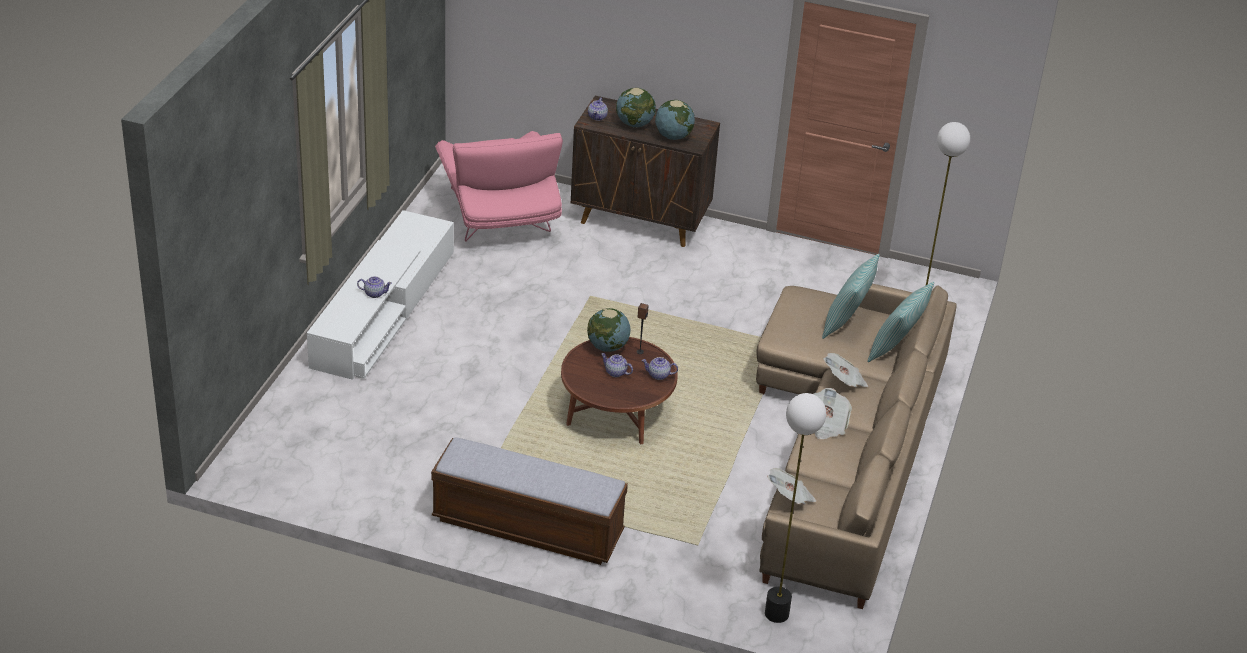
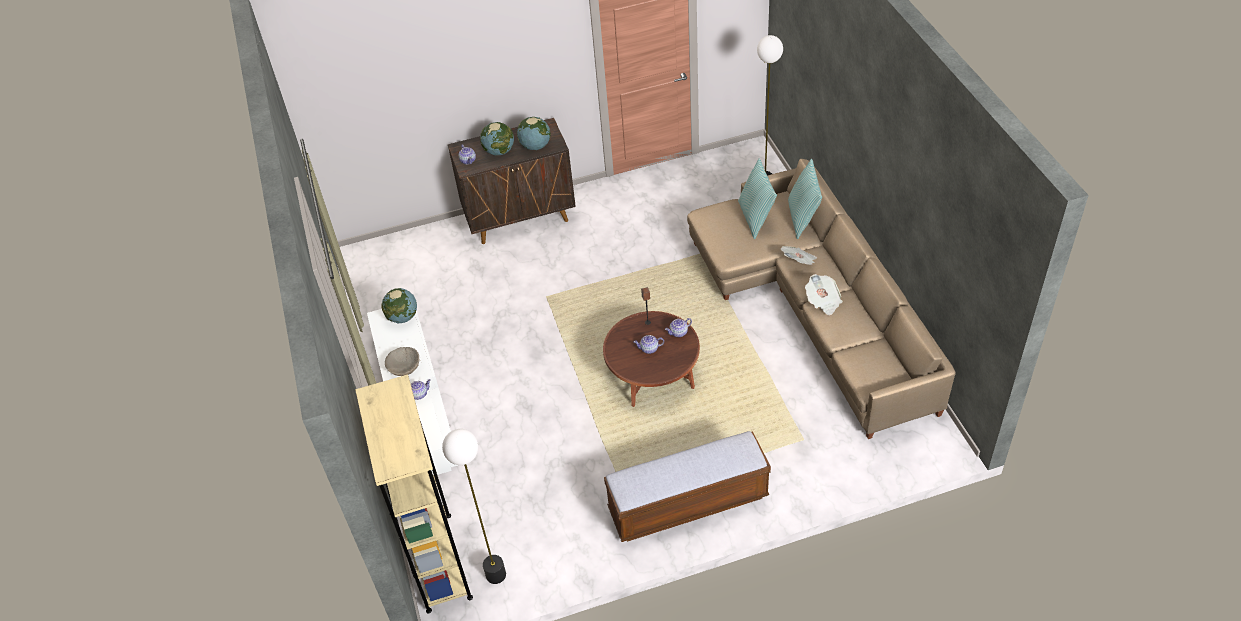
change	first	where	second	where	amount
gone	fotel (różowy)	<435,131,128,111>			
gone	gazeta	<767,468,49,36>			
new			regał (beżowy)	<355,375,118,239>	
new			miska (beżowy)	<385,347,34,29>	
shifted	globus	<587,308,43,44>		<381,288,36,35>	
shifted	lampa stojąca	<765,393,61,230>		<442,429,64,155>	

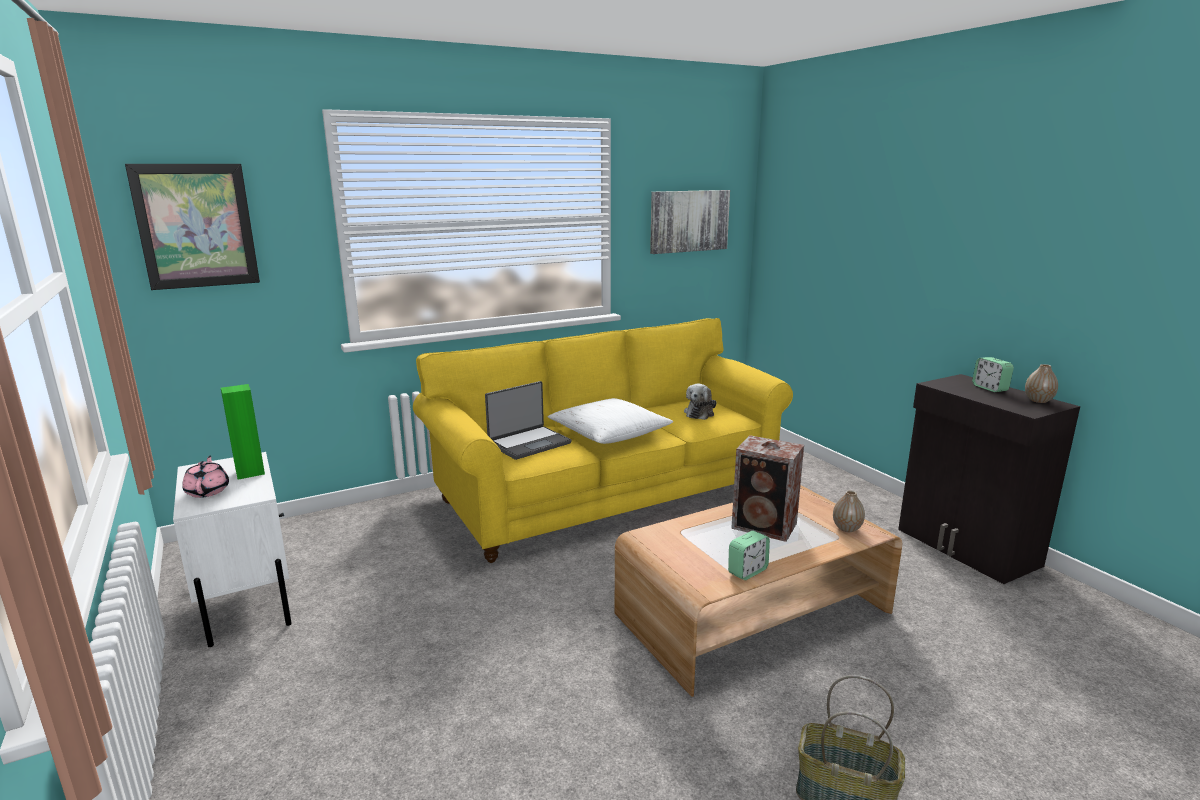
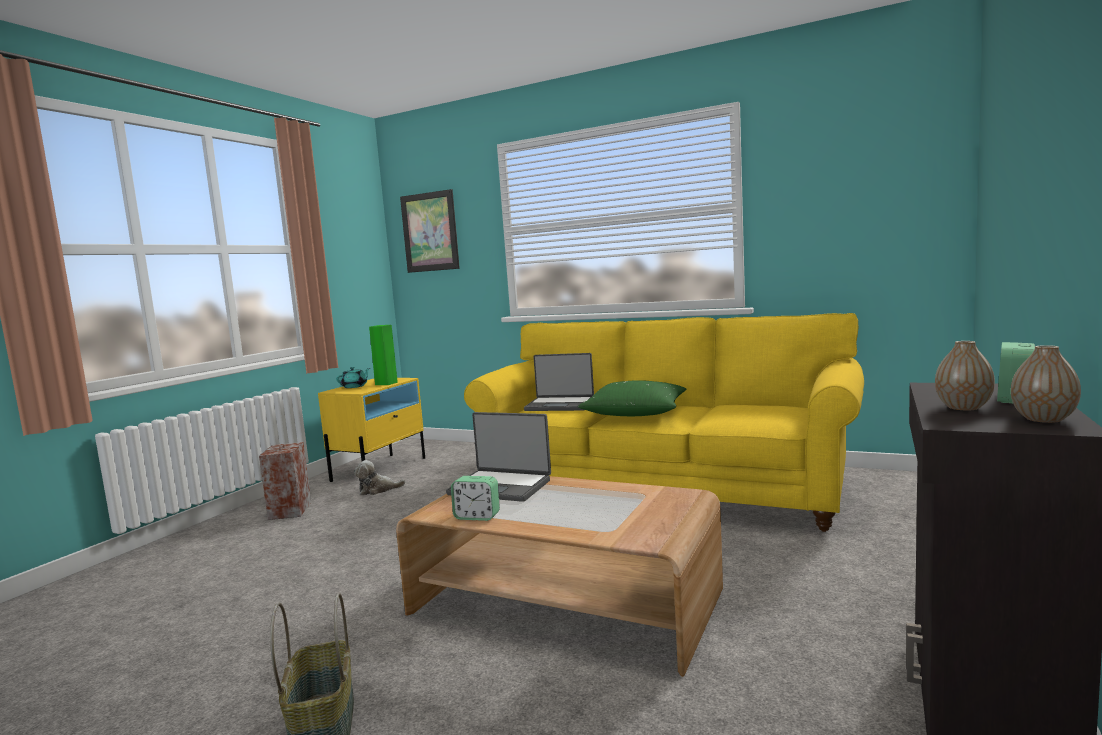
change	first	where	second	where	amount
gone	obraz	<650,190,80,64>			
new			laptop	<446,412,105,90>	
shifted	pluszak	<684,384,33,36>		<354,460,51,35>	
shifted	głośnik	<731,435,73,107>		<259,442,52,78>	
shifted	wazon	<833,491,32,41>		<935,341,60,69>	
repainted	szafka nocna (biały)	<173,452,119,195>	szafka nocna (żółty)	<318,378,107,104>	
repainted	imbryk (różowy)	<182,456,47,42>	imbryk (turkusowy)	<336,367,34,21>	
repainted	poduszka (biały)	<548,398,125,46>	poduszka (zielony)	<578,380,108,36>	

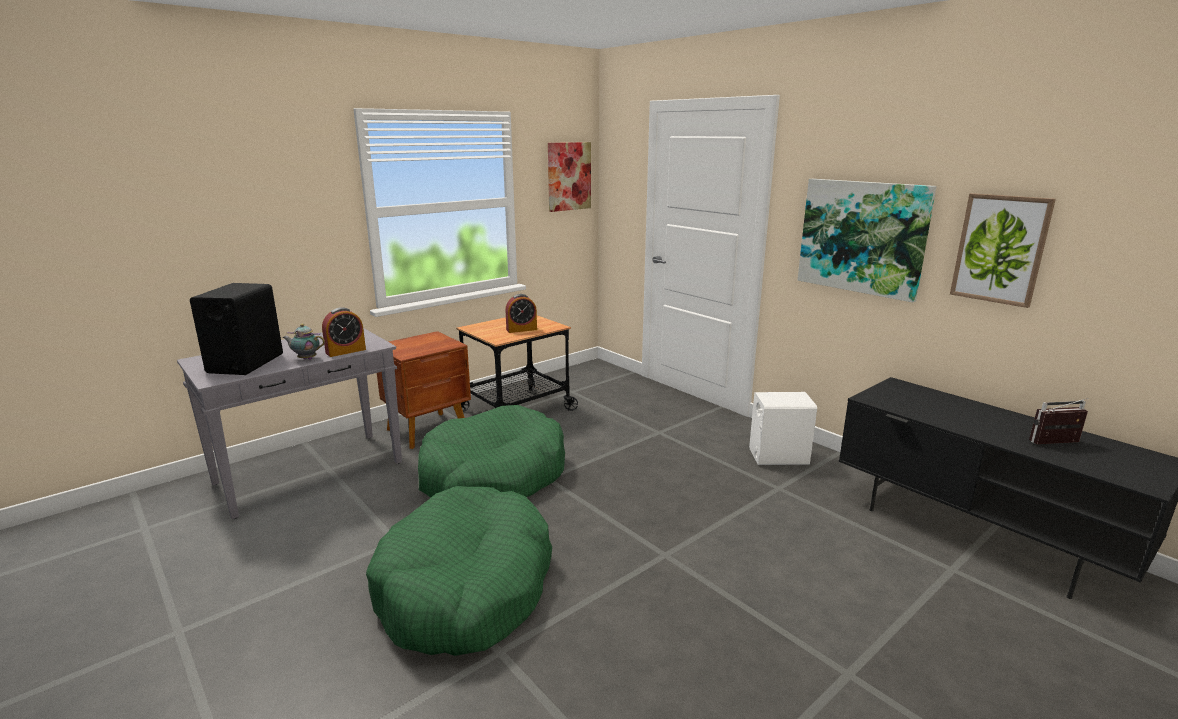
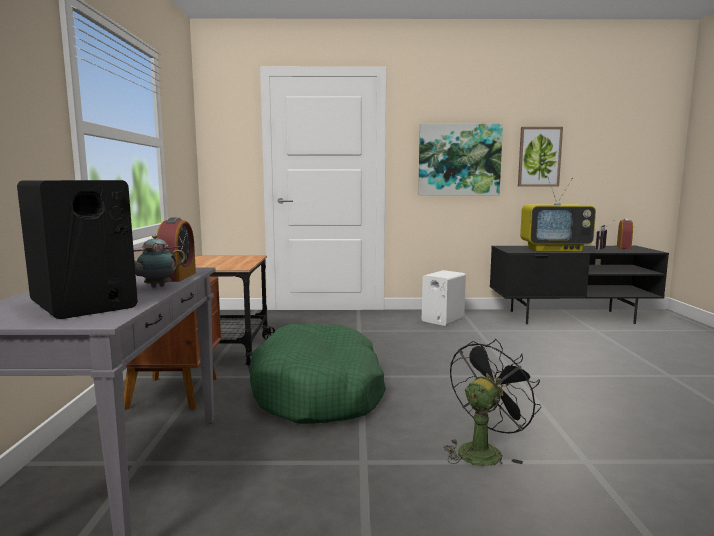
change	first	where	second	where	amount
gone	obraz	<548,142,43,70>			
new			telewizor	<520,177,76,75>	
shifted	budzik	<505,294,32,39>		<617,219,16,30>	
swapped	legowisko (zielony)	<366,486,186,170>	wentylator (czarny)	<443,339,98,127>	

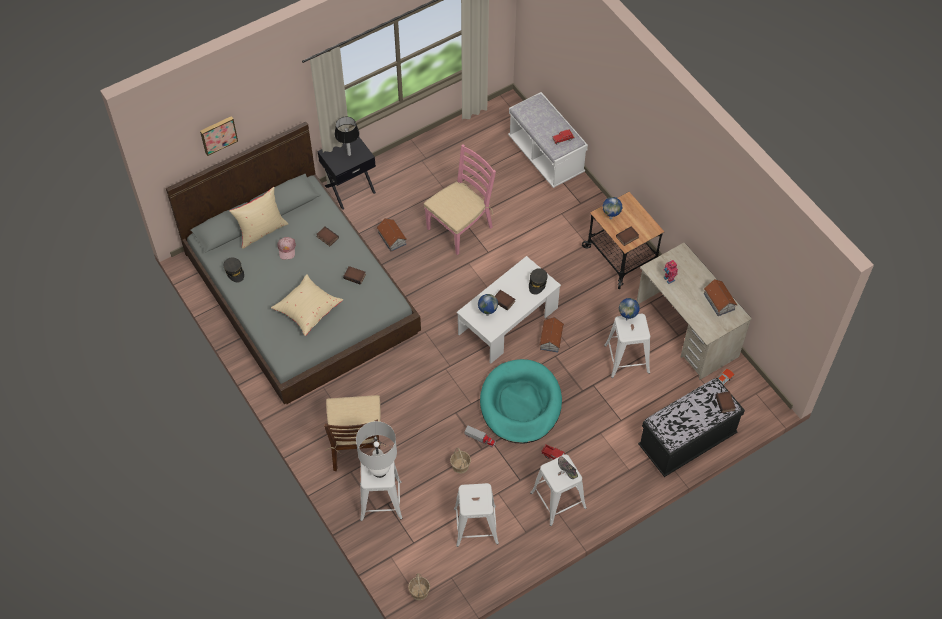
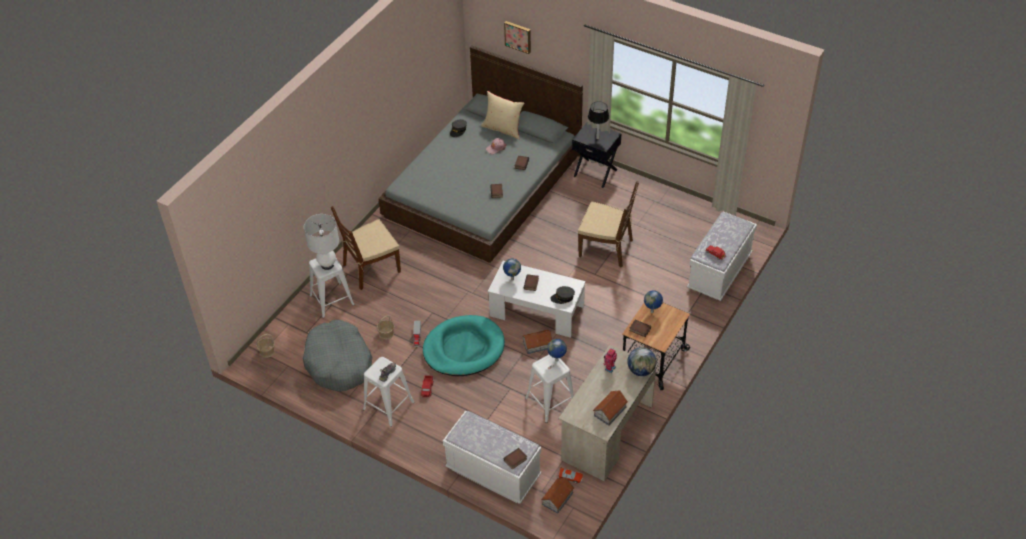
change	first	where	second	where	amount
gone	poduszka (beżowy)	<271,274,72,62>			
new			globus	<627,347,30,29>	
shifted	domek	<377,218,30,34>		<541,478,33,36>	
swapped	stołek (biały)	<454,483,45,64>	legowisko (szary)	<303,320,69,72>	
repainted	krzesło (różowy)	<424,144,72,111>	krzesło (brązowy)	<578,181,61,86>	
repainted	ławka (czarny)	<638,378,107,99>	ławka (biały)	<443,411,98,93>	

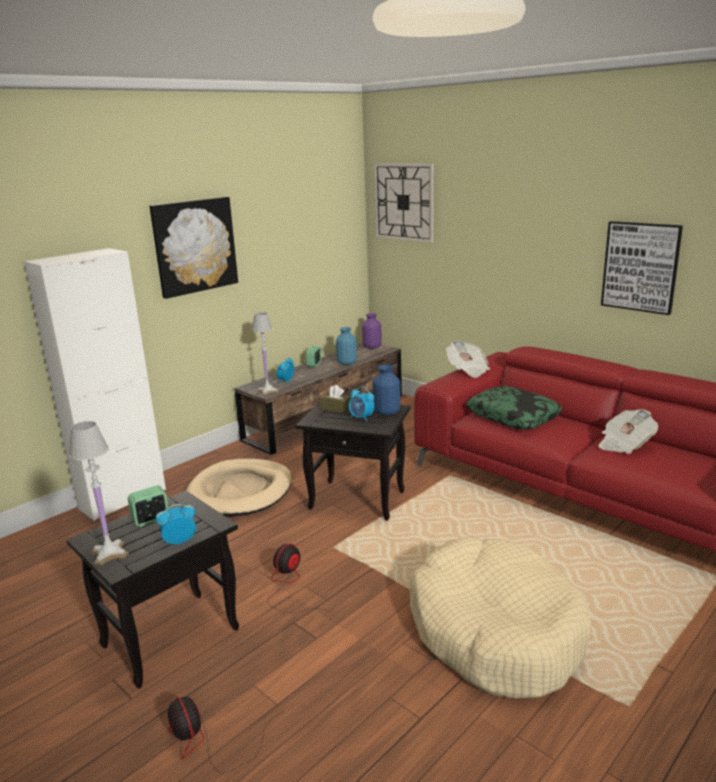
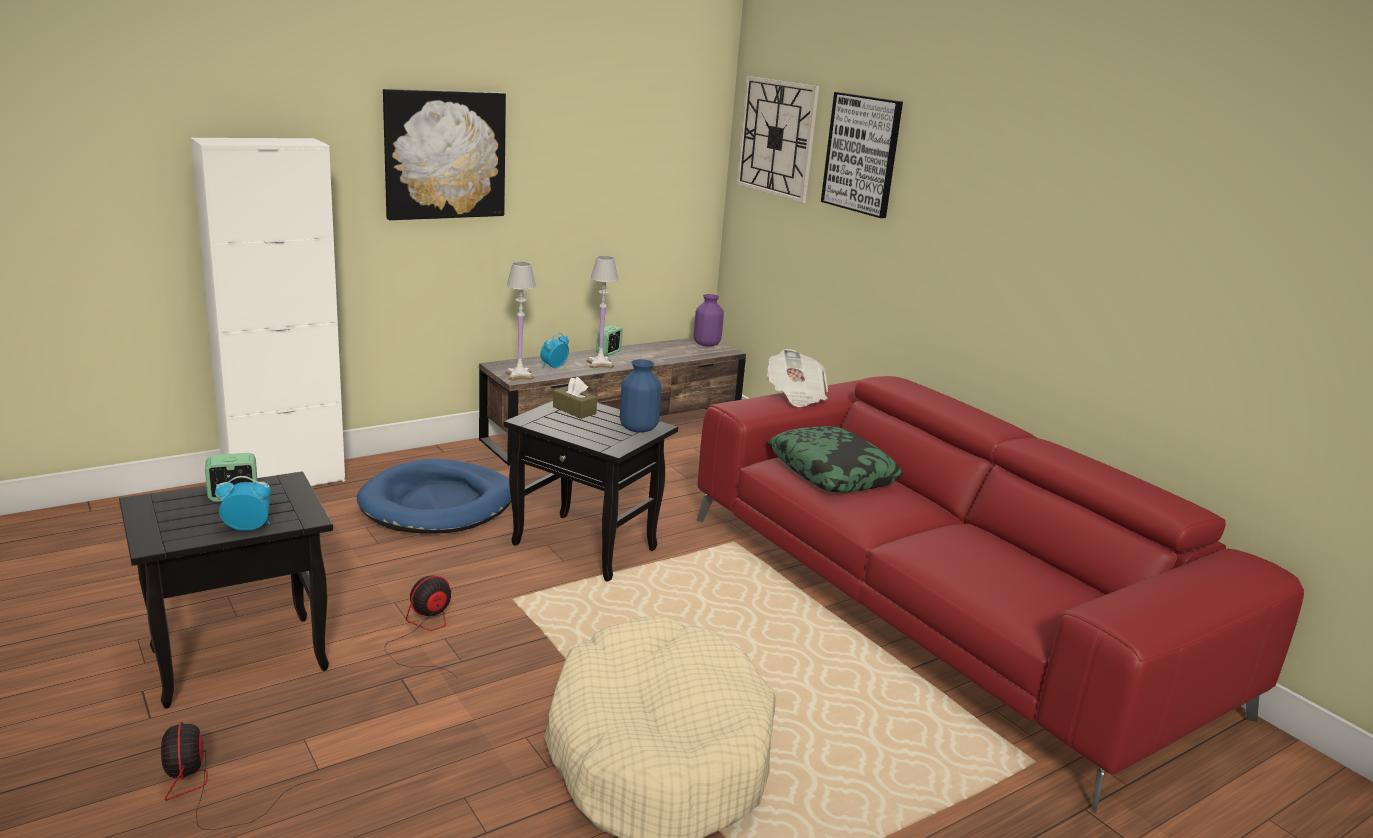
change	first	where	second	where	amount
gone	wazon (niebieski)	<336,327,21,38>			
gone	budzik	<349,386,26,36>			
gone	gazeta	<598,409,60,45>			
shifted	lampa stołowa (biały)	<69,421,60,145>		<586,256,33,113>	
shifted	obraz	<601,221,82,94>		<821,92,82,126>	
repainted	legowisko (beżowy)	<186,459,105,58>	legowisko (niebieski)	<357,459,154,75>	

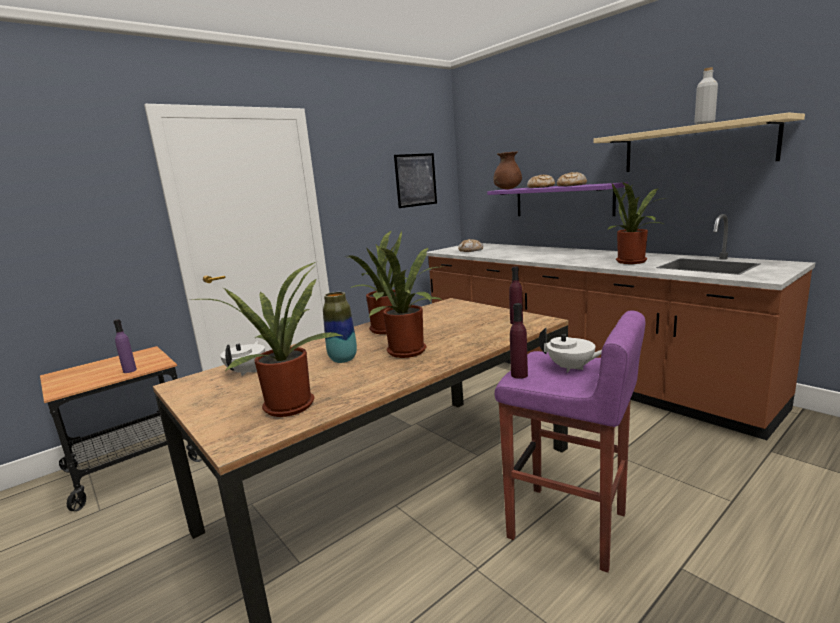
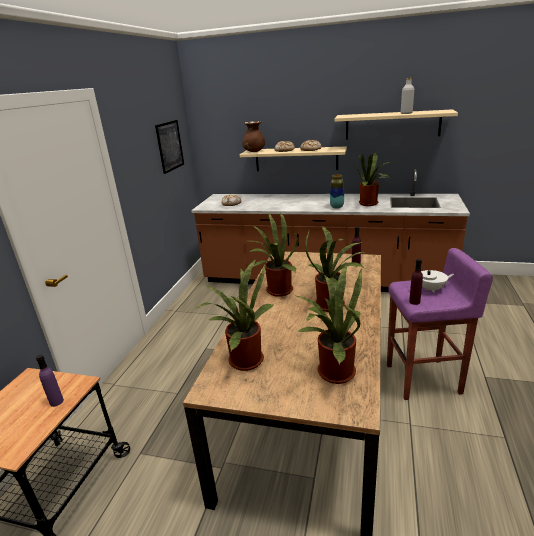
change	first	where	second	where	amount
shifted	wazon	<323,292,34,71>		<330,174,14,34>	
swapped	imbryk (biały)	<220,340,45,36>	roślina doniczkowa	<196,259,77,112>	
repainted	półka (fioletowy)	<487,182,141,34>	półka (beżowy)	<240,146,107,25>	

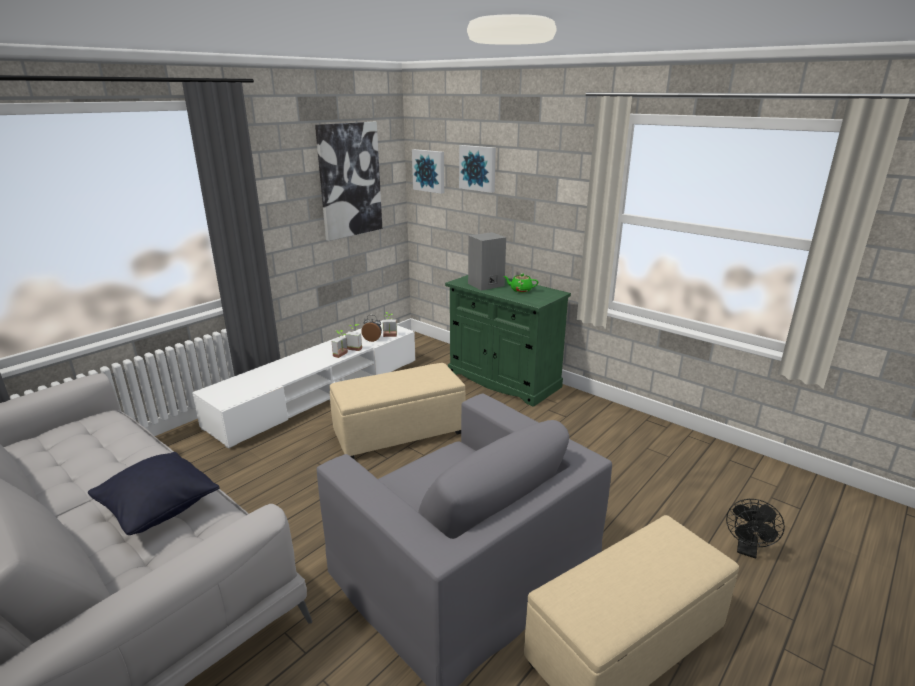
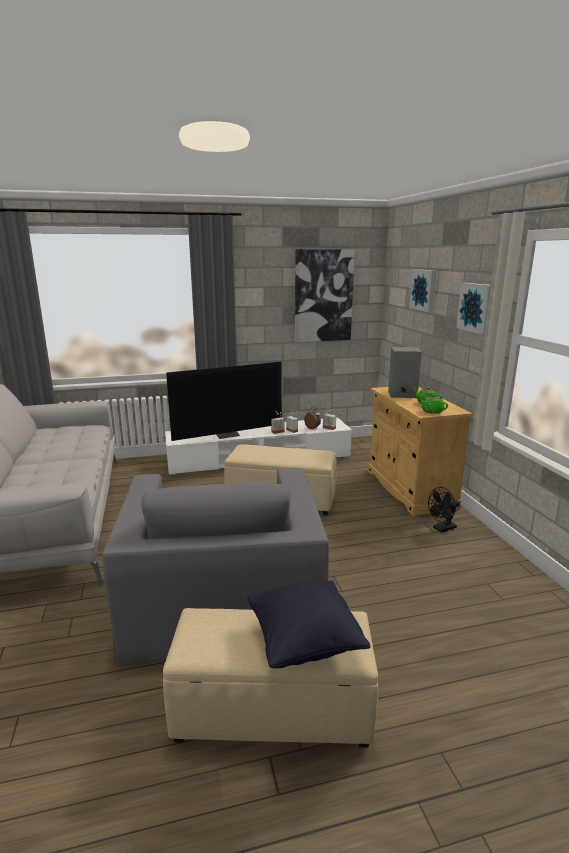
change	first	where	second	where	amount
new			telewizor	<166,362,116,79>	
new			imbryk (zielony)	<418,394,30,20>	
shifted	poduszka (czarny)	<88,452,132,83>		<247,580,124,88>	
shifted	obraz	<412,149,32,45>		<456,283,35,52>	
shifted	wentylator (czarny)	<726,499,59,59>		<428,487,32,46>	
repainted	szafka (zielony)	<445,275,126,132>	szafka (beżowy)	<368,387,105,129>	

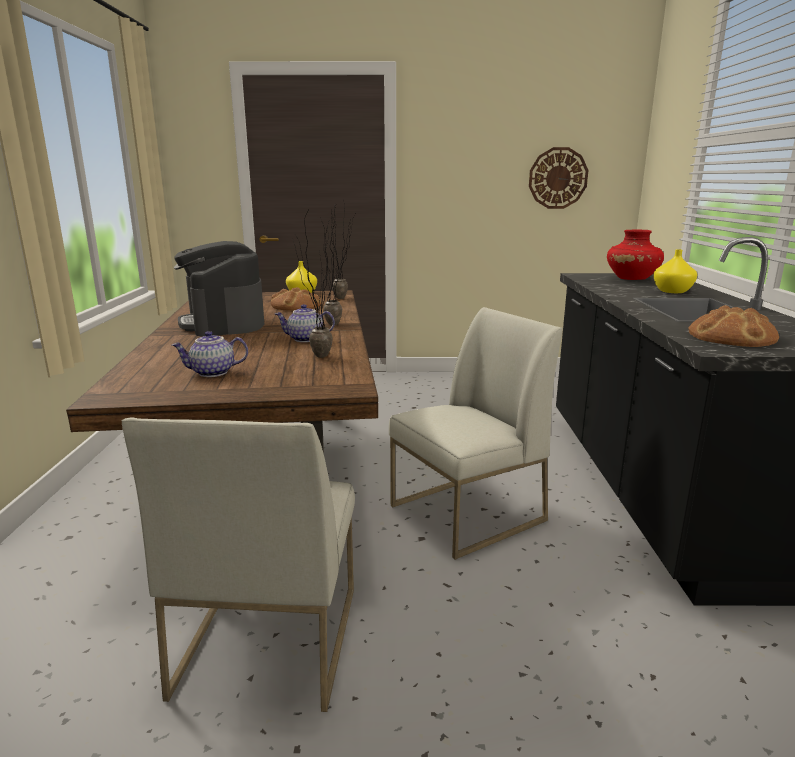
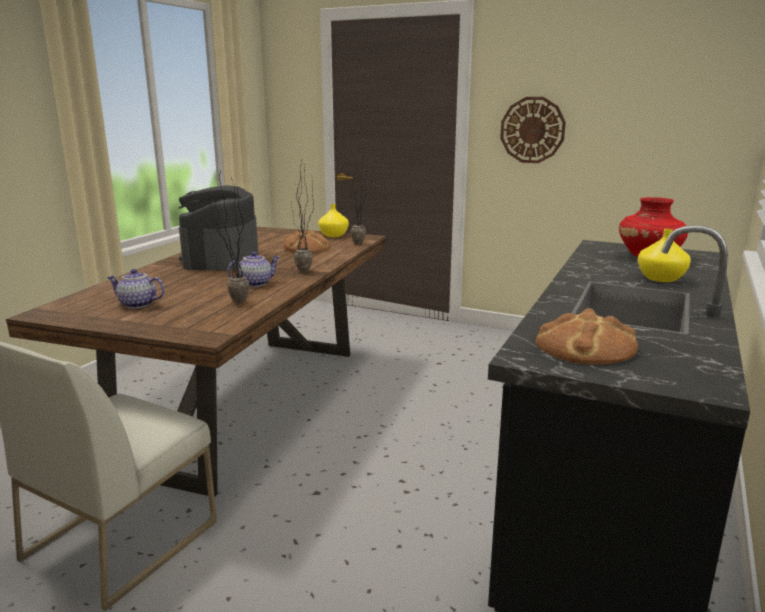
change	first	where	second	where	amount
gone	krzesło (biały)	<389,307,174,253>			
shifted	zegar ścienny	<529,147,59,62>		<500,97,66,66>	
rotated	imbryk	<275,304,60,38>		<227,252,53,35>	120 degrees clockwise

